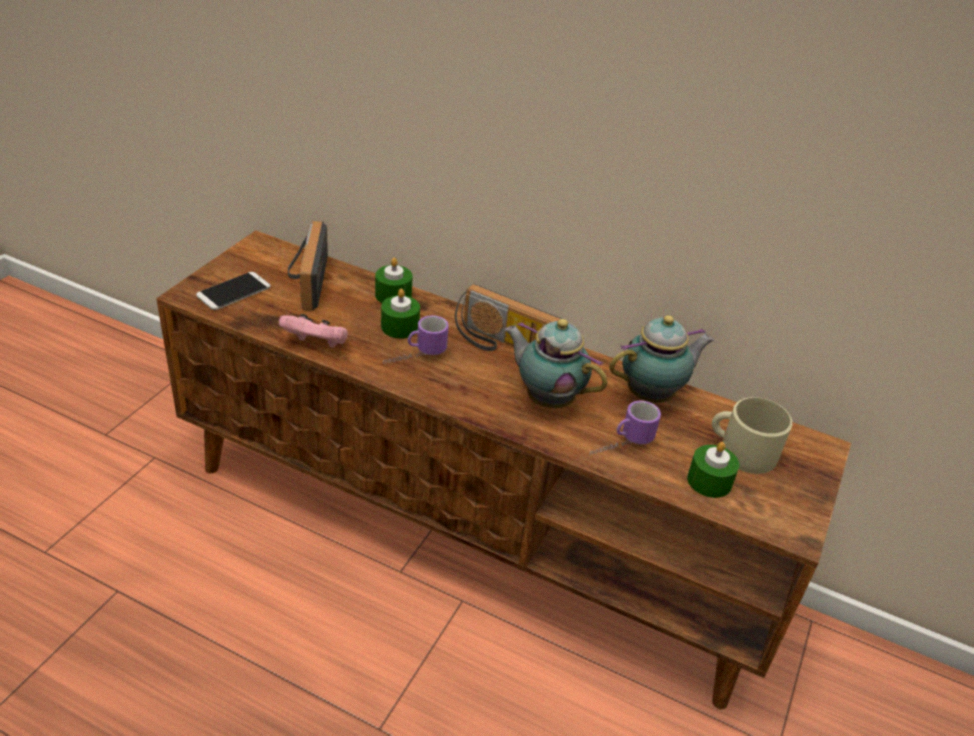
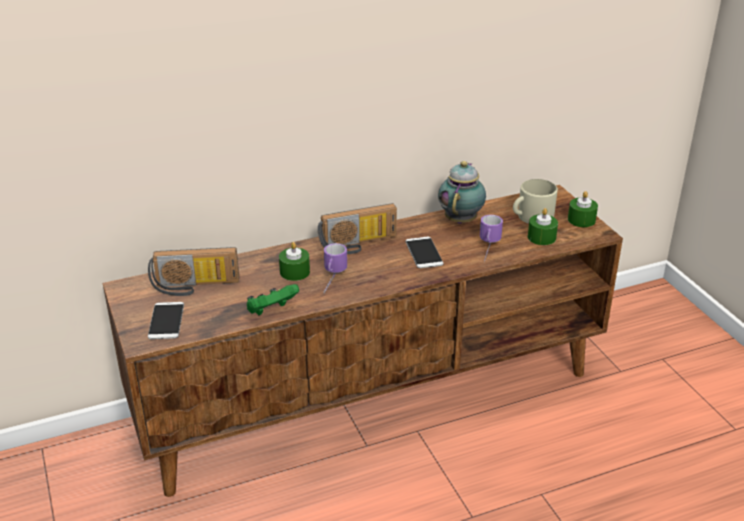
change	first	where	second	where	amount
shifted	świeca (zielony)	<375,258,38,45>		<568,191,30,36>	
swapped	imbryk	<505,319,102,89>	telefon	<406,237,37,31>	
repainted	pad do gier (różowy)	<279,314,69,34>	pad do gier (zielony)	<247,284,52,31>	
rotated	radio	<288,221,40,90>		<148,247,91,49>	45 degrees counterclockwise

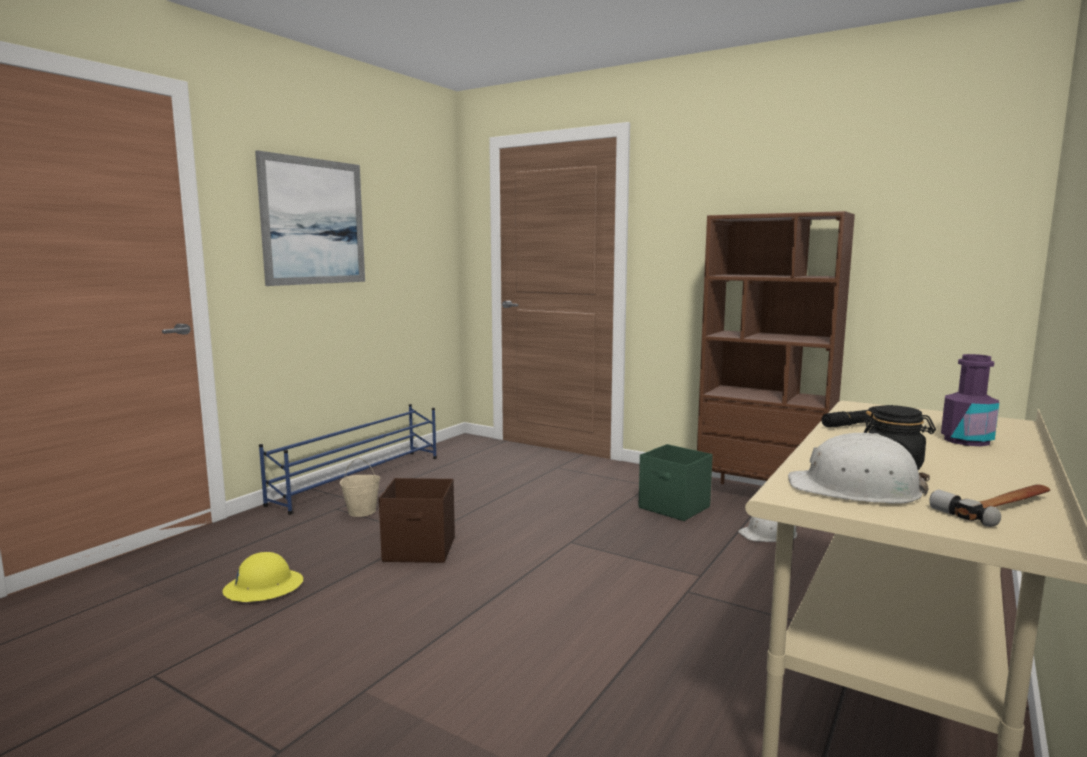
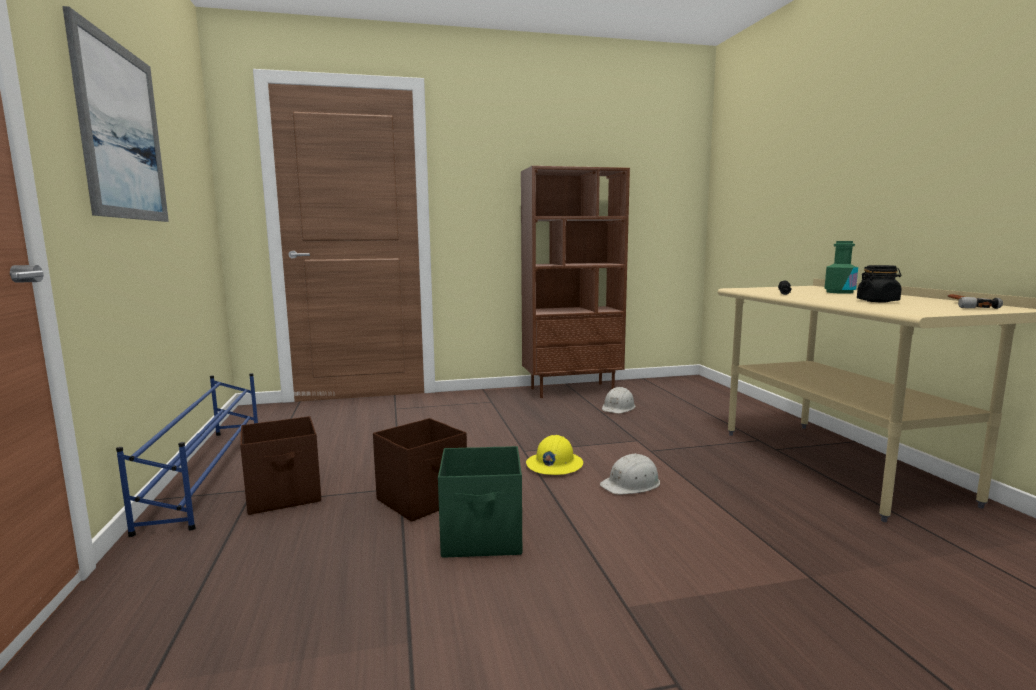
change	first	where	second	where	amount
shifted	kask (żółty)	<222,552,81,50>		<526,435,57,40>	
shifted	pojemnik do przechowywania (zielony)	<638,444,75,77>		<438,446,84,112>	
shifted	kask (biały)	<788,433,142,71>		<600,453,60,42>	
swapped	wiadro (beżowy)	<340,458,40,59>	pojemnik do przechowywania (brązowy)	<240,416,81,99>	
repainted	butelka (fioletowy)	<941,354,58,92>	butelka (zielony)	<825,241,33,53>	

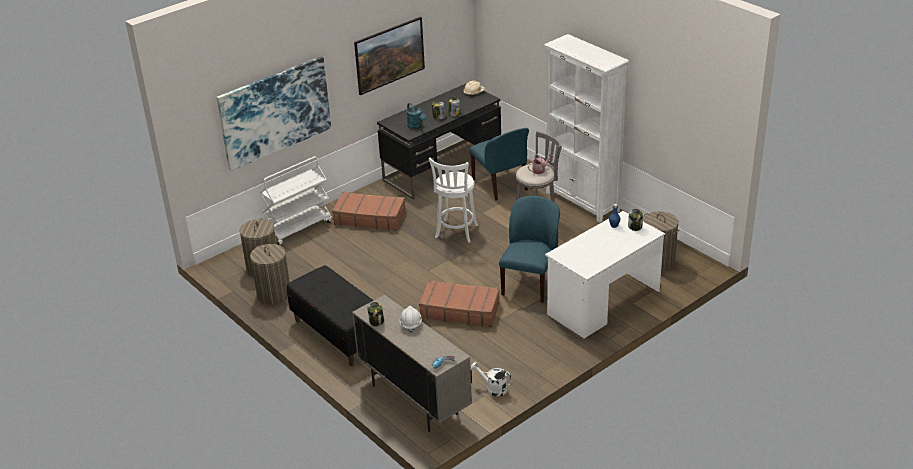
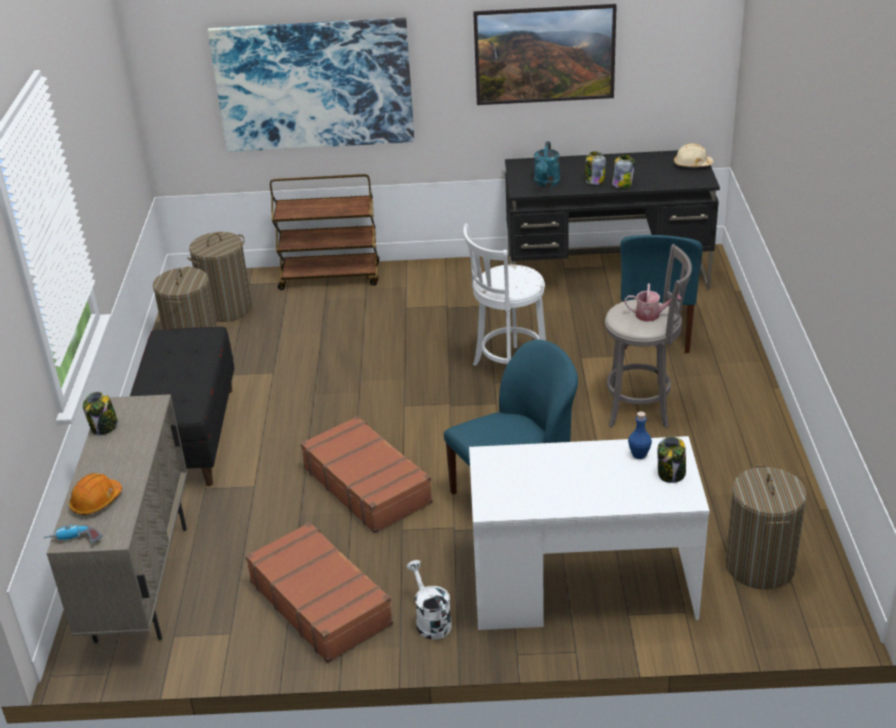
change	first	where	second	where	amount
gone	kask (biały)	<399,306,23,27>			
gone	regał (biały)	<544,34,85,189>			
new			kask (pomarańczowy)	<69,473,53,43>	
shifted	walizka (brązowy)	<332,192,74,39>		<245,522,148,141>	
shifted	konewka (biały)	<471,362,41,34>		<406,560,46,80>	
repainted	wózek (biały)	<259,156,73,90>	wózek (brązowy)	<270,174,109,116>	

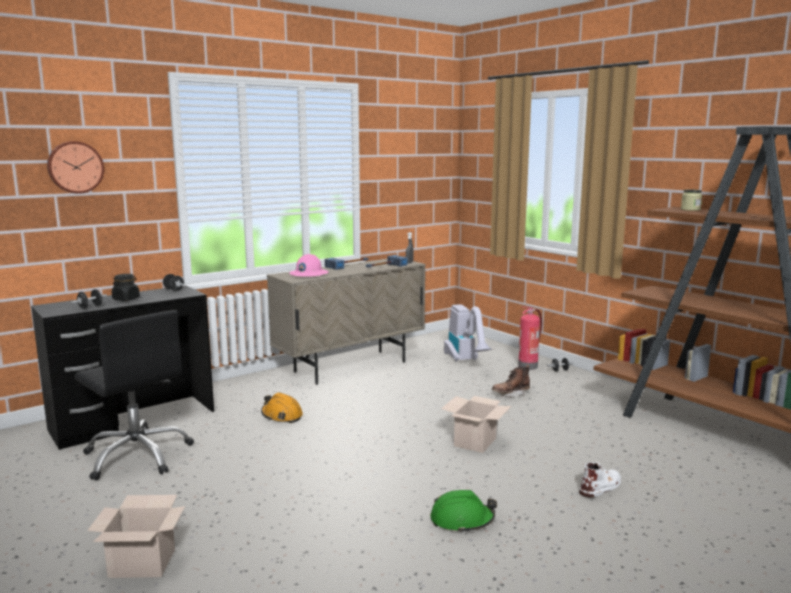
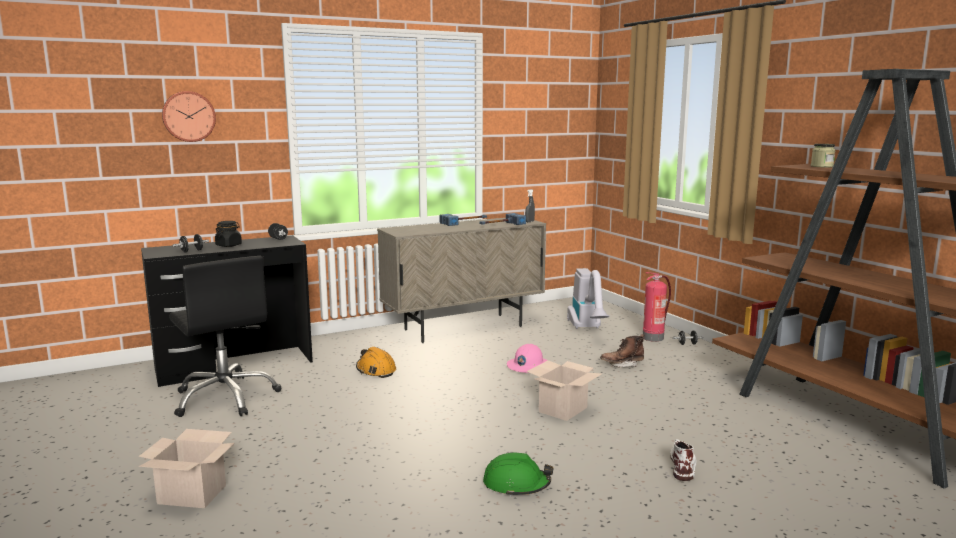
change	first	where	second	where	amount
shifted	kask (różowy)	<289,254,39,23>		<507,344,41,29>	
rotated	but z cholewką (biały)	<579,461,42,37>		<670,439,26,42>	45 degrees counterclockwise

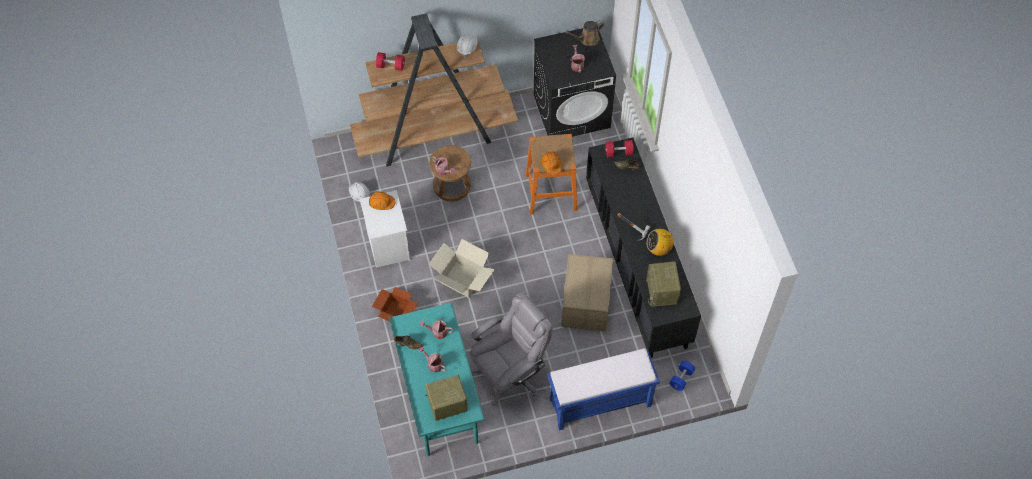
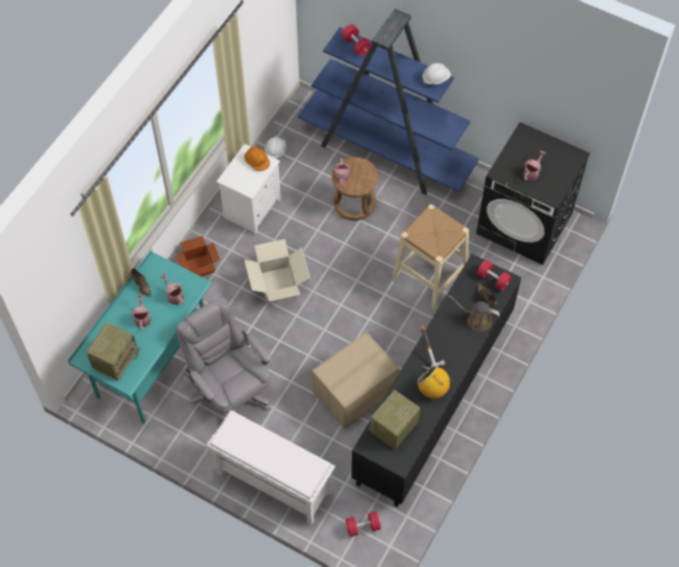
change	first	where	second	where	amount
gone	kask (pomarańczowy)	<541,152,21,23>			
shifted	konewka (brązowy)	<565,20,39,26>		<448,295,52,37>	
repainted	regał (brązowy)	<350,13,168,154>	regał (niebieski)	<298,9,181,186>	
repainted	stołek (pomarańczowy)	<526,134,51,81>	stołek (beżowy)	<392,204,77,106>	
repainted	ławka (niebieski)	<547,348,113,82>	ławka (biały)	<206,410,129,116>	
repainted	hantel (niebieski)	<669,361,26,30>	hantel (czerwony)	<346,512,35,25>	
rotated	radio	<425,375,43,46>		<86,322,54,58>	90 degrees clockwise
rotated	krzesło biurowe (szary)	<470,292,82,114>		<176,297,95,118>	135 degrees counterclockwise

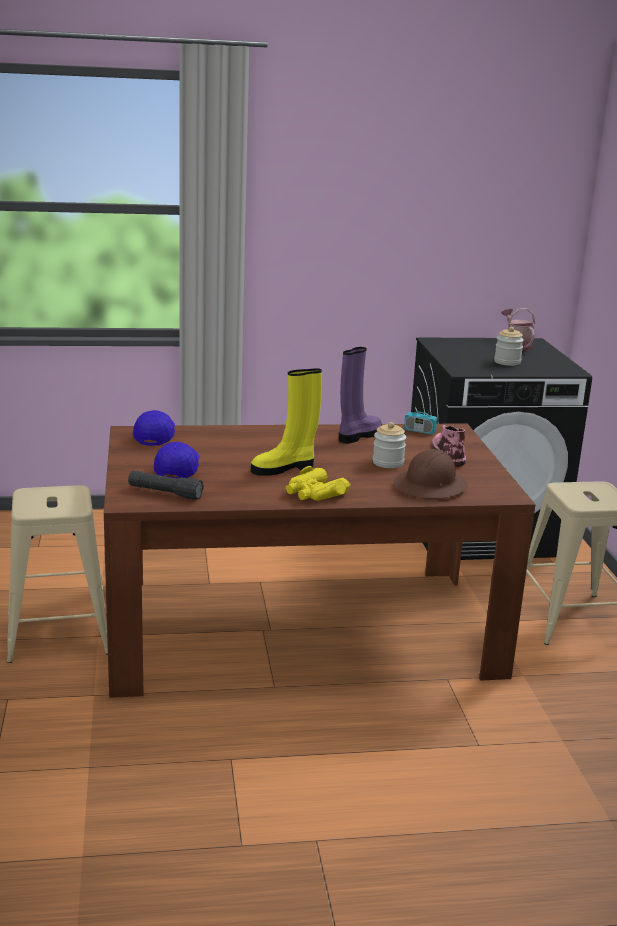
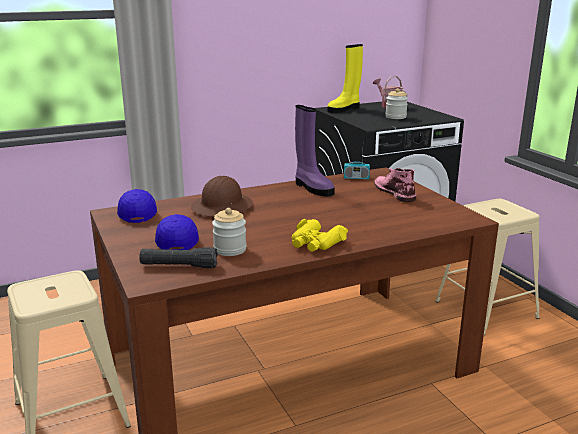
change	first	where	second	where	amount
shifted	but z cholewką (żółty)	<251,368,71,108>		<327,44,36,69>	
shifted	słoik	<373,422,33,46>		<212,208,34,48>	
shifted	kask (brązowy)	<393,449,75,50>		<191,176,62,41>	
rotated	but z cholewką (fioletowy)	<339,347,43,97>		<295,105,40,91>	120 degrees clockwise

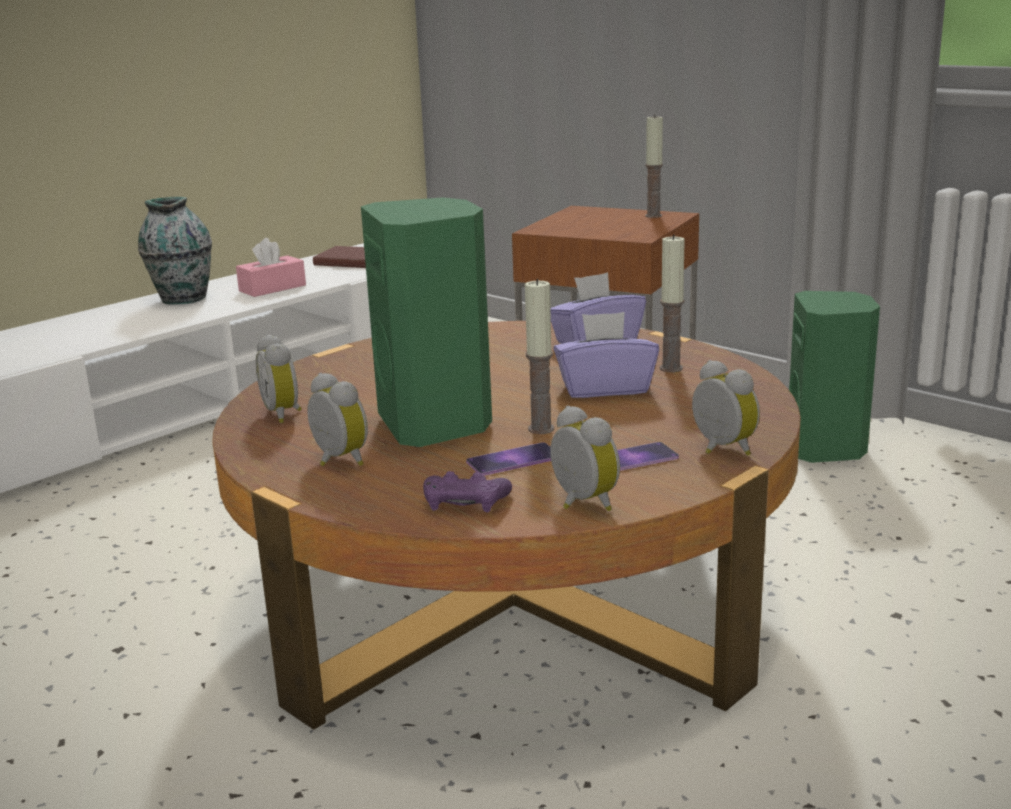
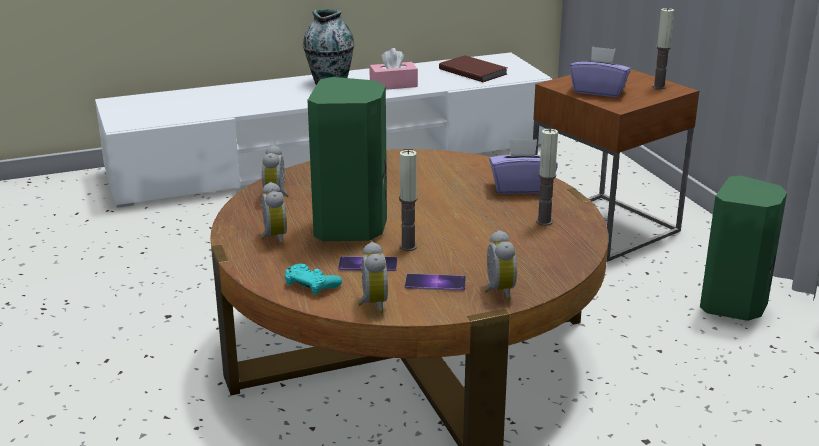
change	first	where	second	where	amount
shifted	pudełko chusteczek (fioletowy)	<554,312,105,86>		<570,46,61,51>	
repainted	pad do gier (fioletowy)	<423,471,89,42>	pad do gier (turkusowy)	<285,264,57,31>	

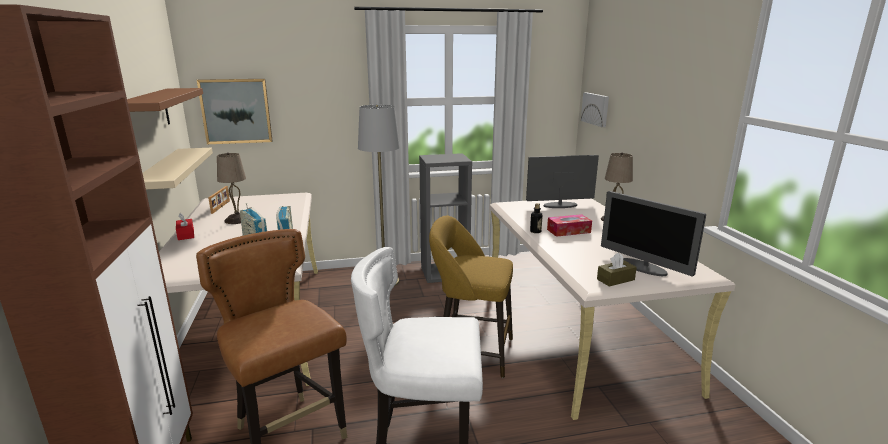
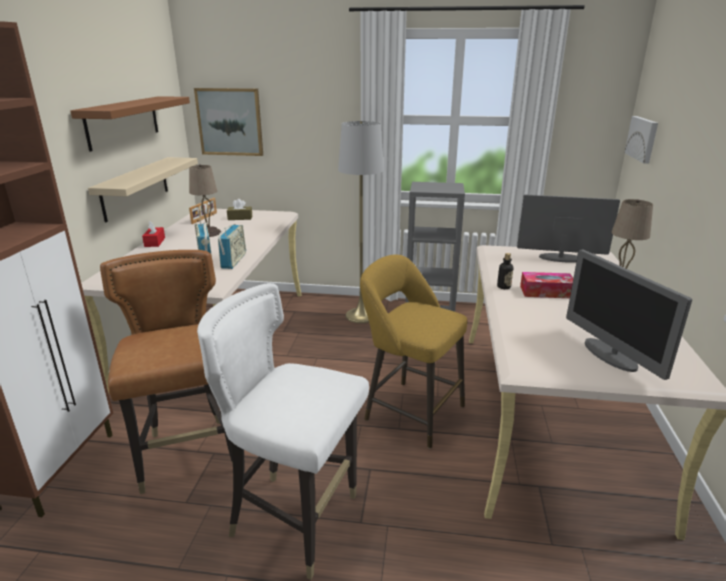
change	first	where	second	where	amount
shifted	pudełko chusteczek (brązowy)	<597,253,40,34>		<227,199,25,21>	

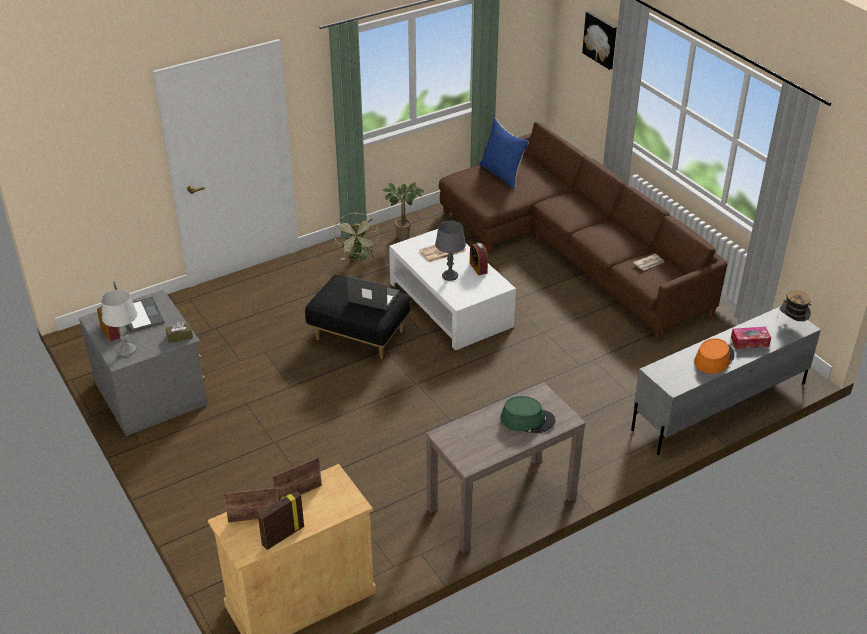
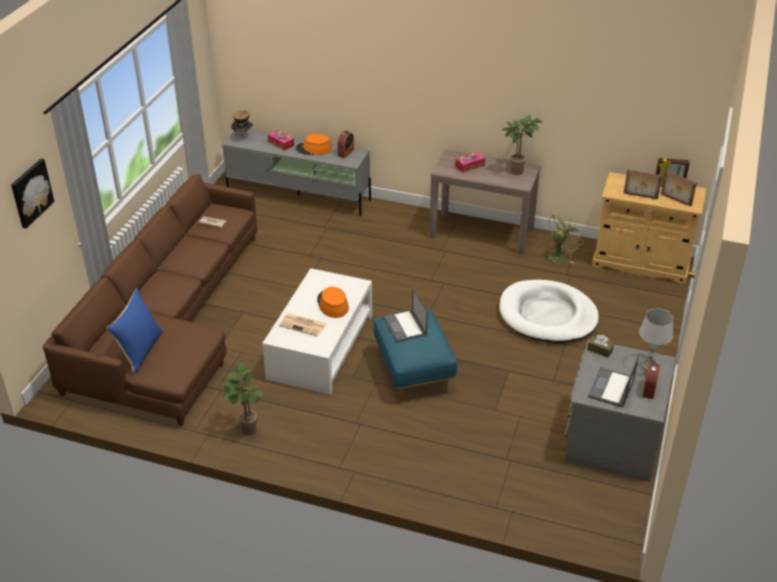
change	first	where	second	where	amount
new			legowisko (biały)	<499,280,100,63>	
new			roślina doniczkowa	<502,115,41,60>	
shifted	wentylator (zielony)	<334,213,45,48>		<542,211,42,52>	
shifted	budzik	<470,242,18,33>		<337,131,17,27>	
swapped	lampa stołowa (szary)	<435,221,31,60>	kapelusz (pomarańczowy)	<317,287,32,31>	
swapped	kapelusz (zielony)	<500,396,55,37>	pudełko chusteczek	<455,152,30,21>	
repainted	pufa (czarny)	<305,275,106,84>	pufa (niebieski)	<374,309,83,91>	

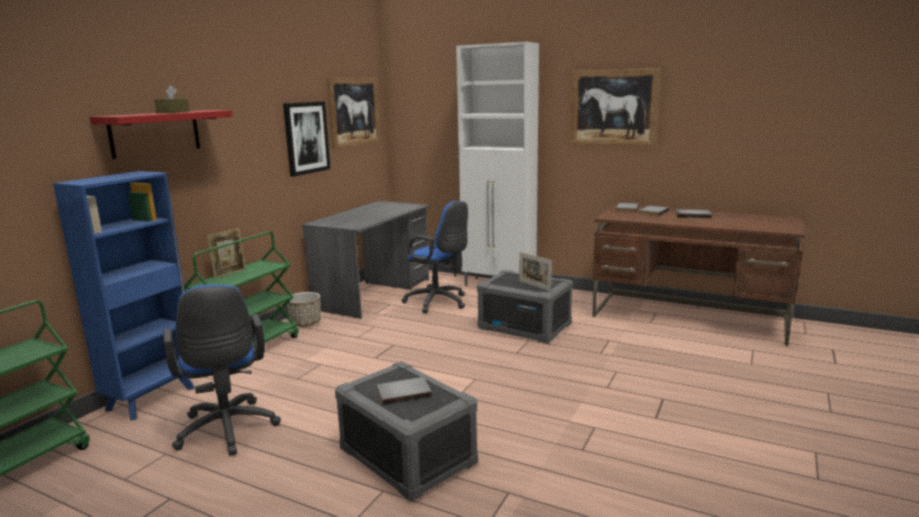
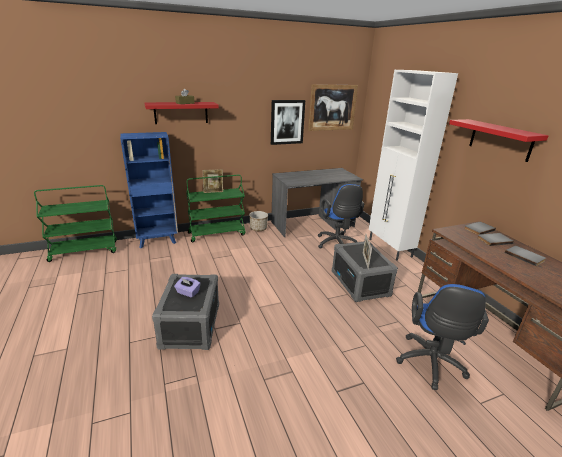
change	first	where	second	where	amount
shifted	krzesło biurowe (niebieski)	<163,285,118,171>		<396,284,93,106>	
swapped	książka (szary)	<377,377,55,28>	pudełko chusteczek (fioletowy)	<174,277,27,21>	
swapped	obraz	<570,68,90,78>	półka (czerwony)	<449,119,99,43>	

